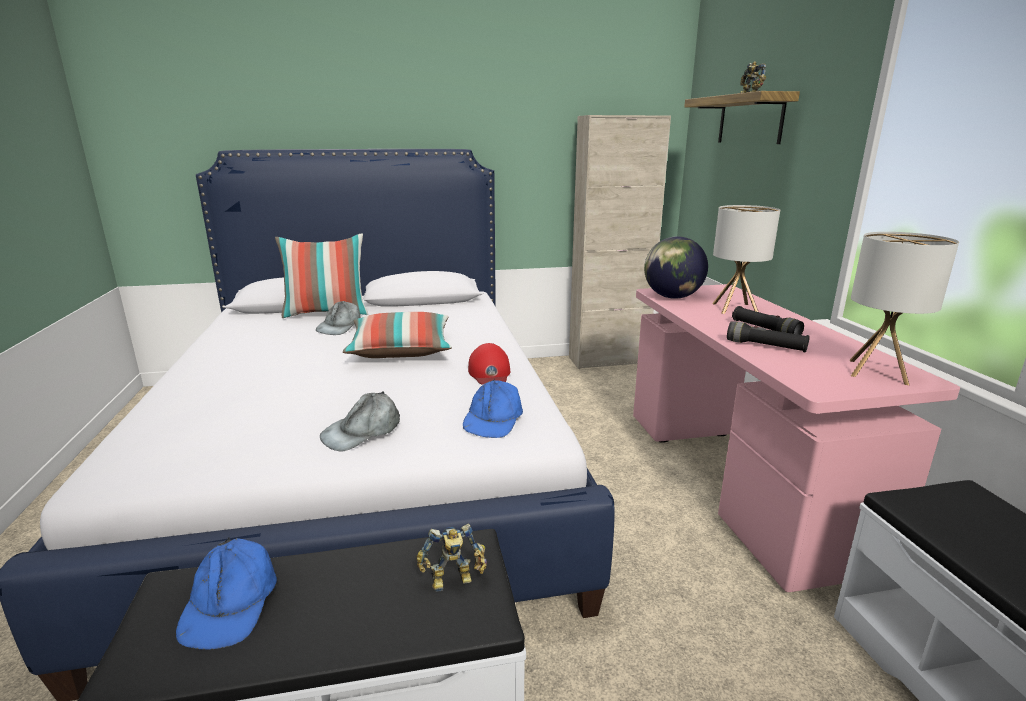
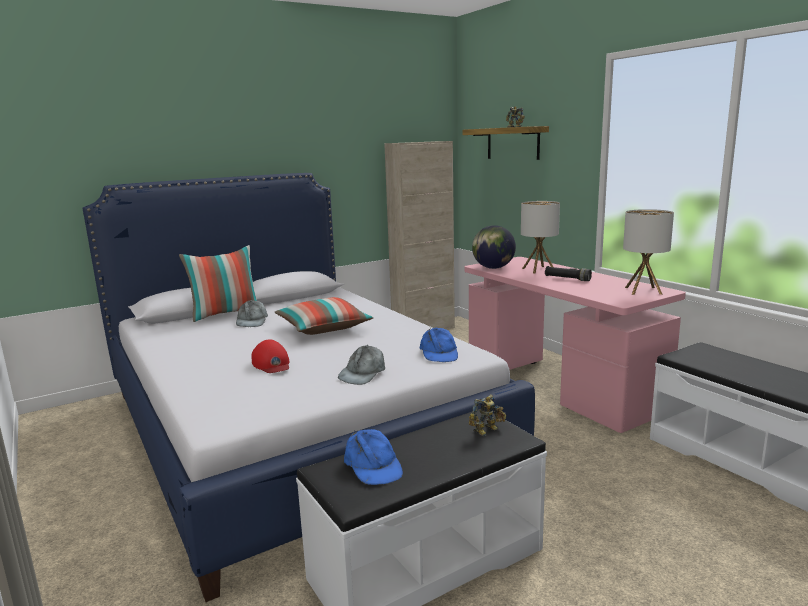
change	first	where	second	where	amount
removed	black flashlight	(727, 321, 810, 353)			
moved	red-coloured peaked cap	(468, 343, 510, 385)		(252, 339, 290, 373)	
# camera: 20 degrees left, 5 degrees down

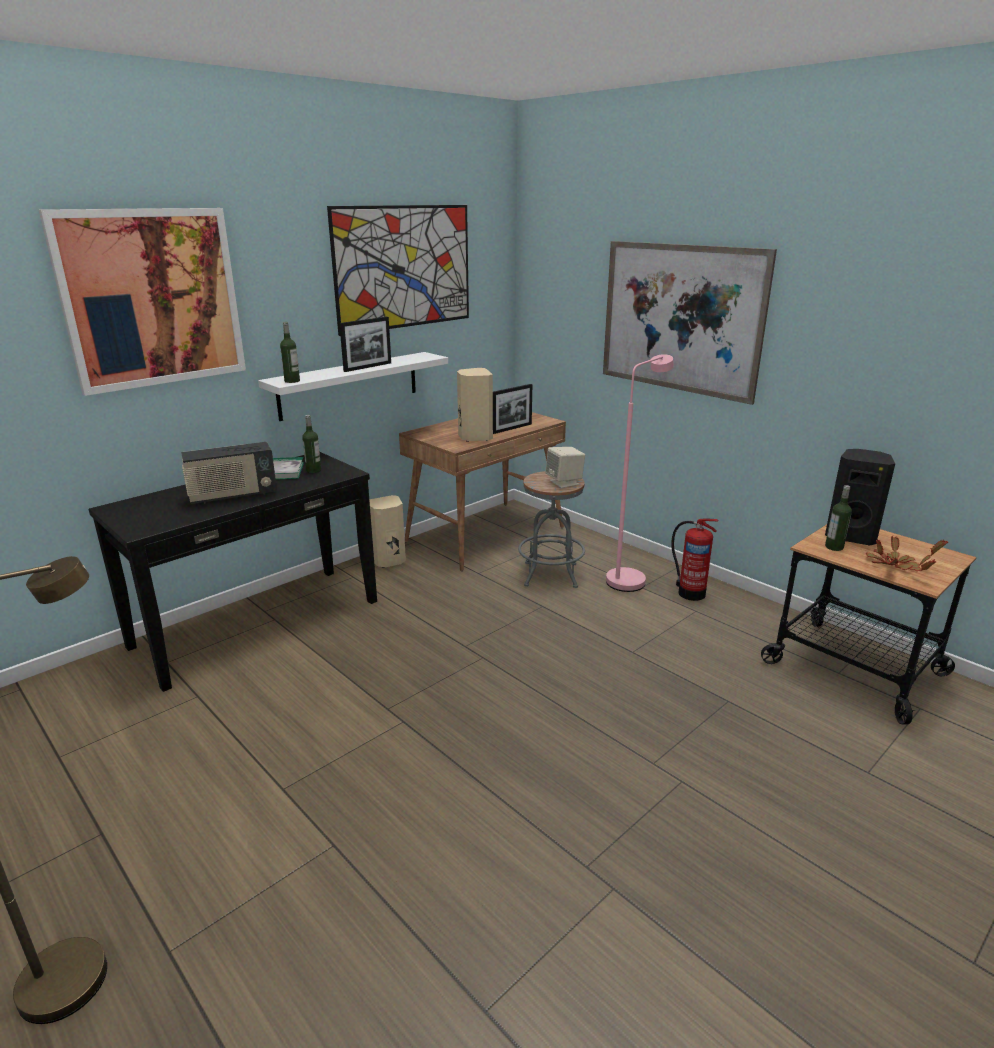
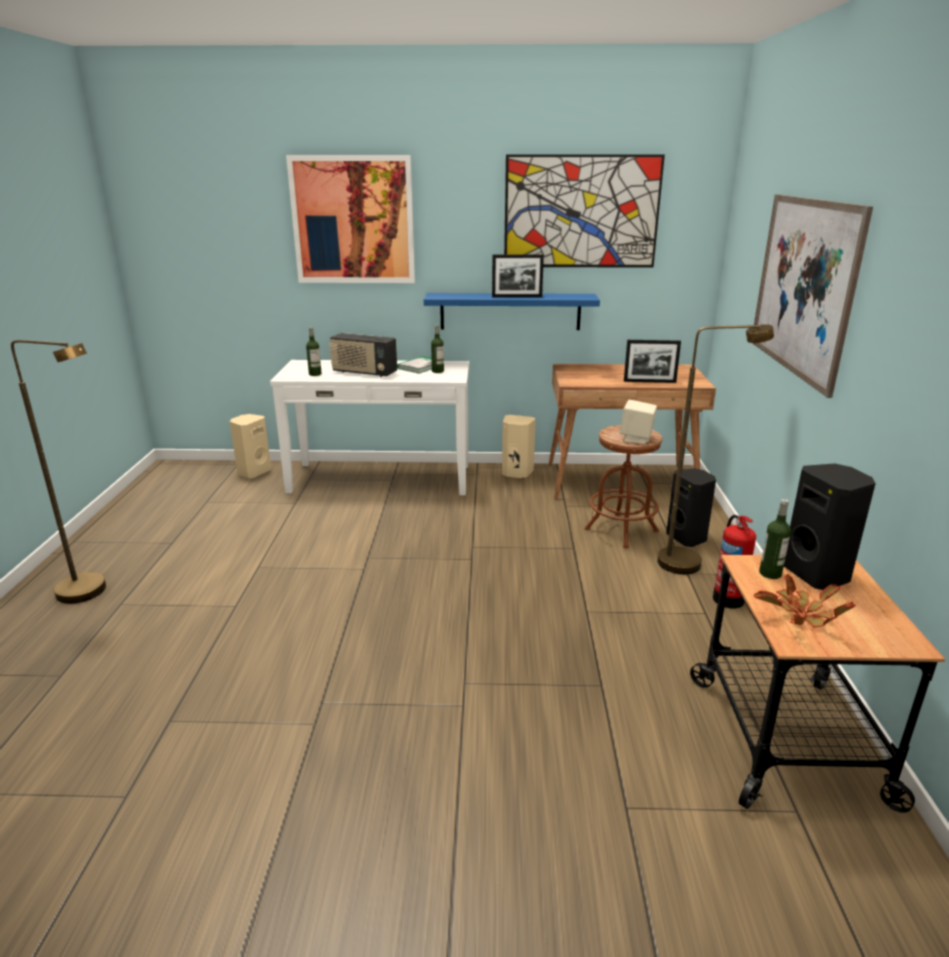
change	first	where	second	where	amount
moved	drink bottle	(280, 322, 300, 383)		(306, 327, 322, 376)	
recoloured	white-coloured wall shelf	(258, 352, 448, 421)	bluish wall shelf	(424, 293, 600, 330)	
recoloured	pink-coloured standard lamp	(606, 354, 674, 592)	brown standard lamp	(657, 324, 774, 574)	
moved	beige-coloured audio speaker	(457, 368, 493, 442)		(230, 414, 271, 478)	
recoloured	black narrow table	(89, 452, 377, 692)	white-coloured narrow table	(270, 360, 469, 495)	
recoloured	greyish stool	(518, 471, 585, 588)	brown stool	(585, 425, 662, 548)	
added			black audio speaker	(666, 468, 716, 547)	
# camera: 45 degrees right, 0 degrees up

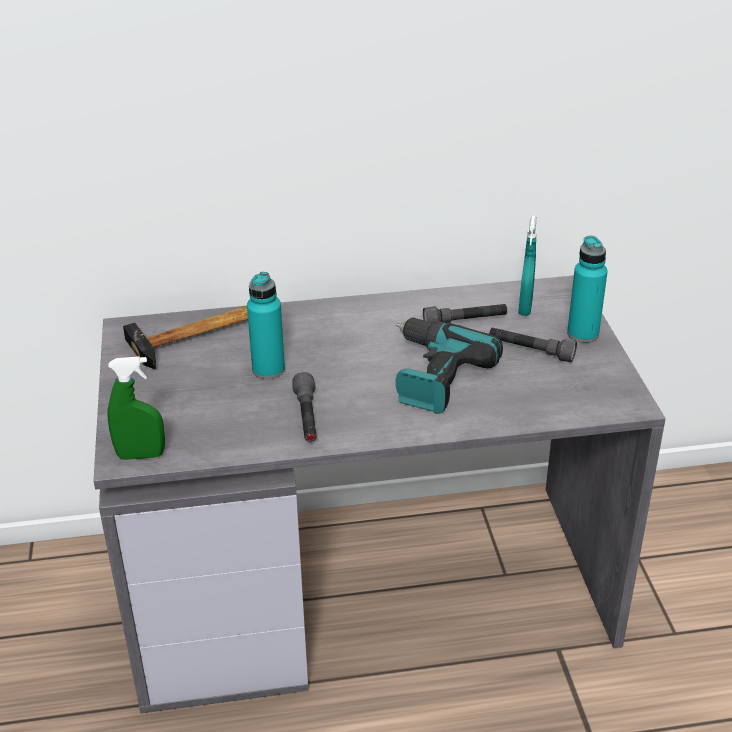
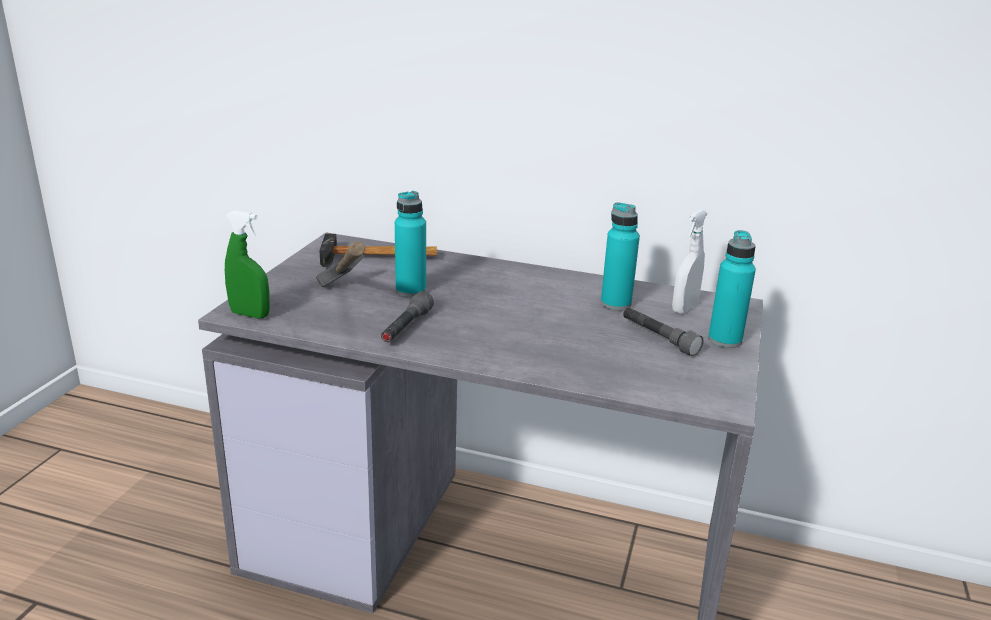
change	first	where	second	where	amount
recoloured	turquoise hand sprayer	(518, 216, 537, 316)	white-coloured hand sprayer	(672, 209, 707, 314)	
replaced	greyish flashlight	(423, 304, 507, 323)	turquoise drink bottle	(601, 202, 640, 310)	
removed	drill	(395, 317, 503, 414)			
added			hand hammer	(316, 241, 365, 287)	
# camera: 25 degrees right, 10 degrees down

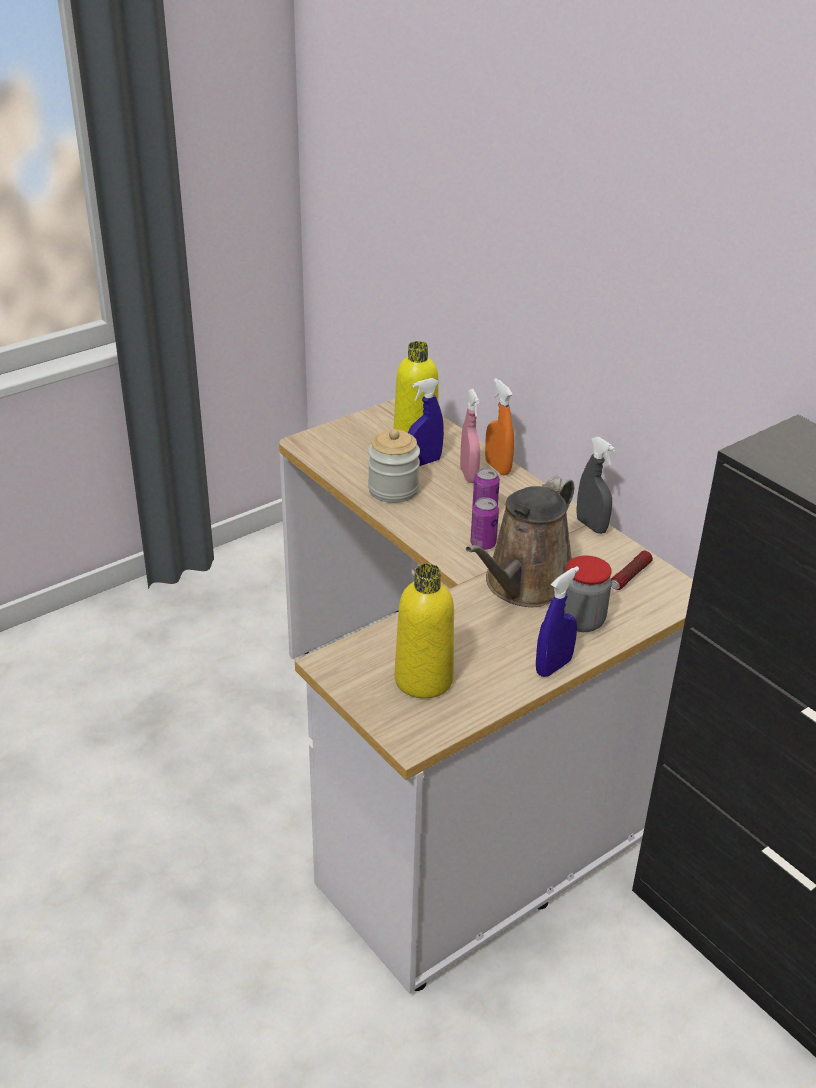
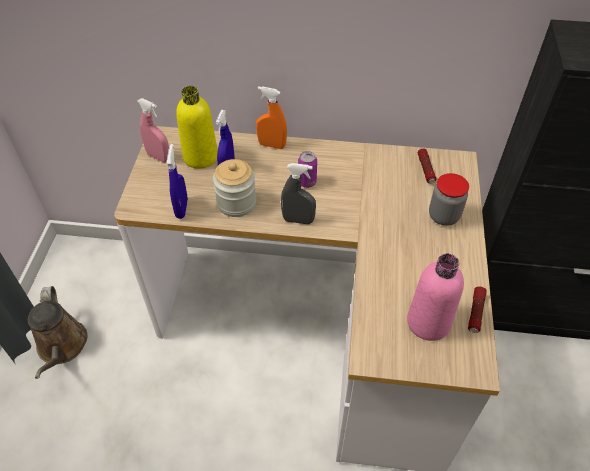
change	first	where	second	where	amount
moved	pink-coloured hand sprayer	(460, 389, 480, 483)		(137, 98, 169, 162)	
moved	greyish hand sprayer	(576, 437, 615, 534)		(281, 163, 316, 224)	
moved	brown watering pot	(466, 476, 574, 607)		(28, 286, 88, 379)	
removed	sealed can	(470, 497, 499, 550)			
recoloured	yellow-coloured drink bottle	(395, 564, 454, 699)	pink-coloured drink bottle	(407, 254, 464, 341)	
moved	bluish hand sprayer	(536, 566, 579, 677)		(166, 144, 188, 219)	
added			flashlight	(468, 286, 487, 333)	
# camera: 45 degrees left, 15 degrees up

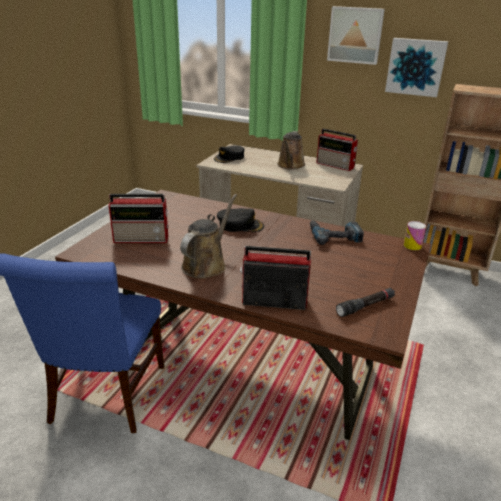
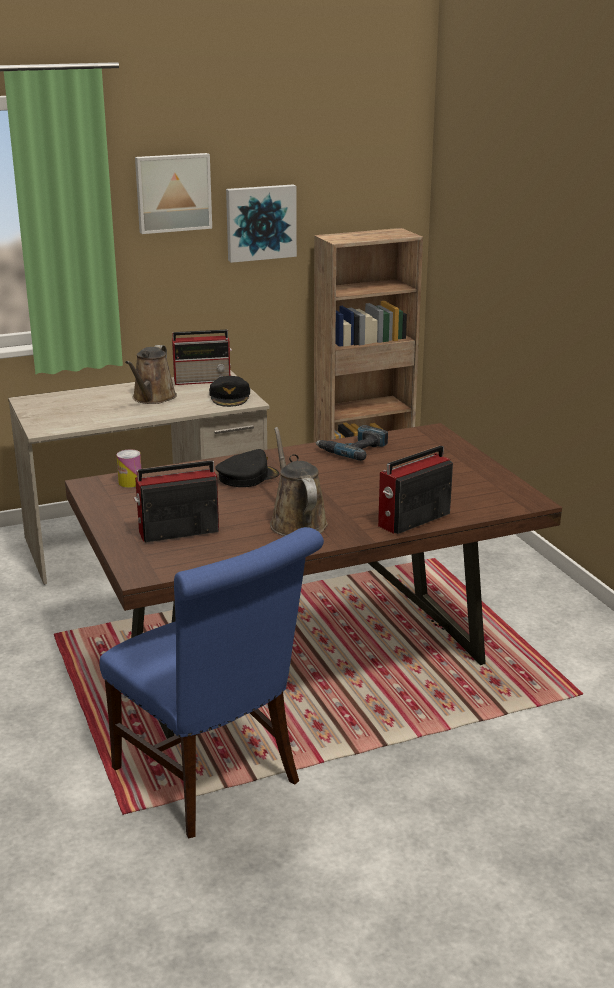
change	first	where	second	where	amount
turned	brown watering pot	(277, 131, 305, 170)		(125, 345, 177, 404)	45 degrees clockwise
moved	black peaked cap	(214, 145, 245, 163)		(209, 376, 250, 407)	
turned	radio set	(109, 194, 169, 243)		(134, 460, 219, 542)	150 degrees counterclockwise
moved	sealed can	(404, 221, 426, 250)		(116, 449, 141, 488)	
removed	black flashlight	(336, 288, 395, 317)			
# camera: 45 degrees left, 5 degrees down

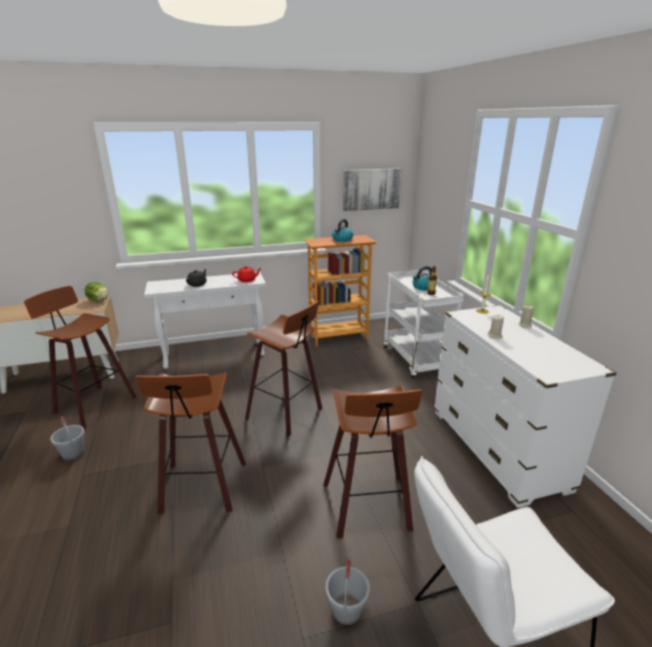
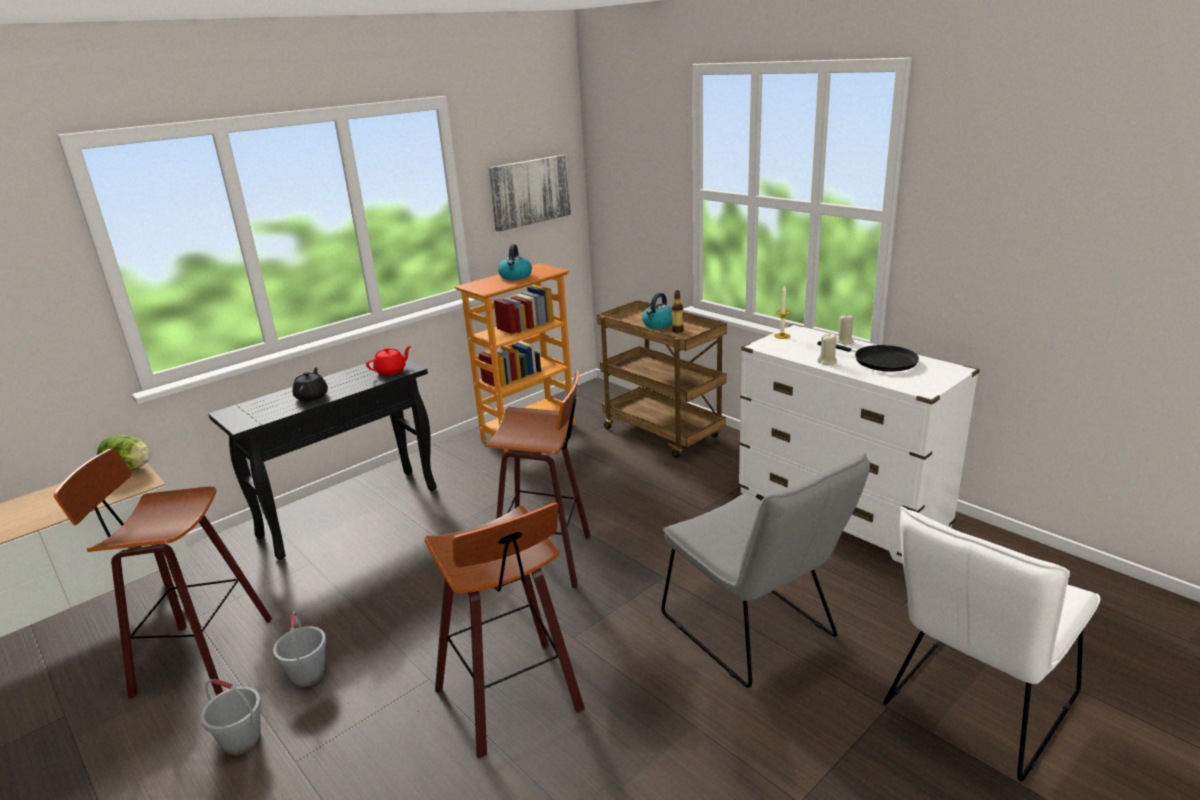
change	first	where	second	where	amount
recoloured	white-coloured wheeled cart	(383, 270, 464, 378)	brown wheeled cart	(597, 300, 727, 458)	
recoloured	white-coloured narrow table	(144, 272, 266, 369)	black narrow table	(208, 359, 437, 560)	
replaced	stool	(323, 385, 422, 538)	greyish chair	(661, 453, 870, 688)	
moved	greyish pail	(326, 556, 370, 625)		(273, 612, 327, 687)	
added			black pan	(817, 341, 919, 372)	
# camera: 25 degrees left, 0 degrees up

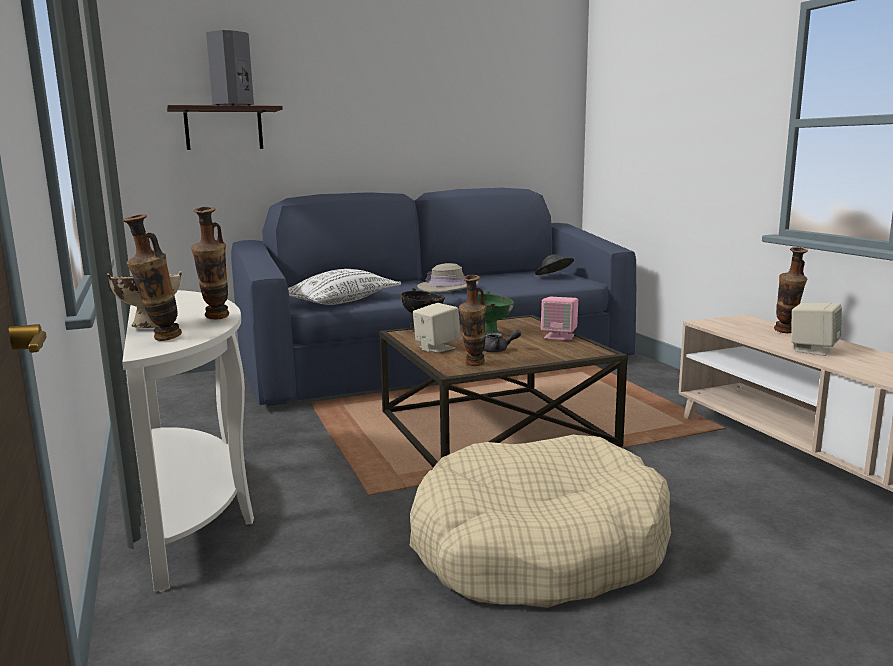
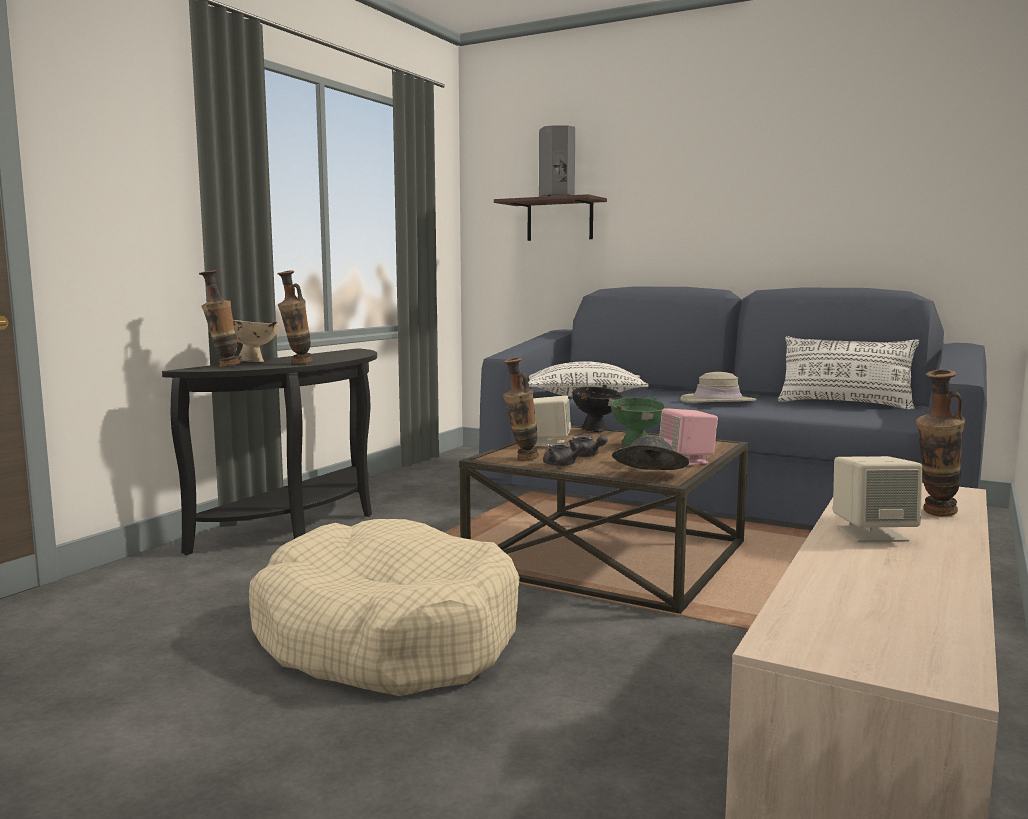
change	first	where	second	where	amount
moved	greyish wearable hat	(535, 254, 574, 275)		(612, 436, 689, 470)	
recoloured	white-coloured narrow table	(122, 290, 254, 592)	black narrow table	(162, 348, 377, 555)	
added			white-coloured throw pillow	(778, 336, 919, 409)	
added			greyish teapot	(543, 442, 589, 466)	
# camera: 50 degrees right, 5 degrees down

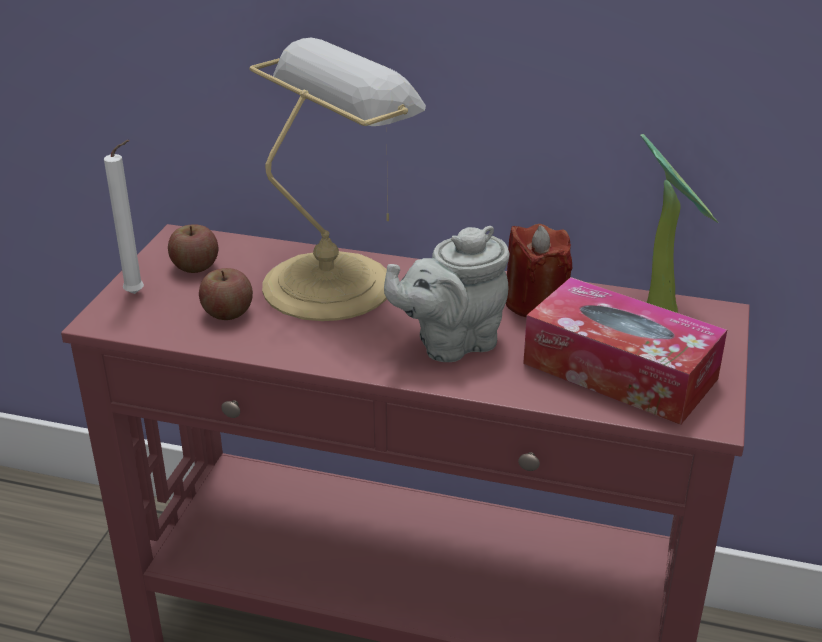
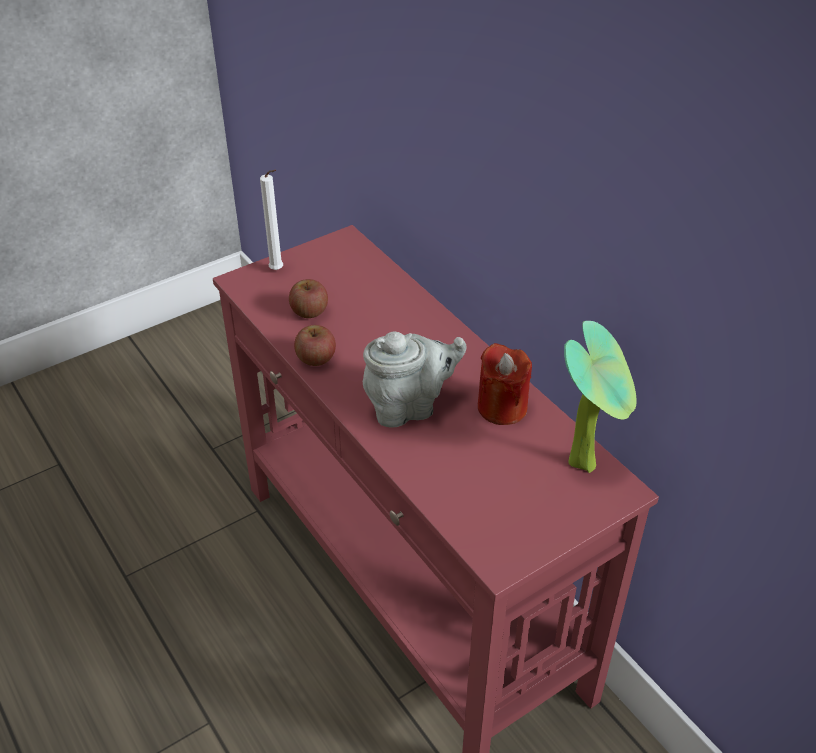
change	first	where	second	where	amount
removed	lamp for a table	(250, 38, 426, 321)			
moved	apple fruit	(168, 224, 218, 273)		(294, 325, 336, 366)	
turned	greyish teapot	(384, 226, 510, 362)		(363, 332, 467, 428)	150 degrees clockwise
removed	tissue box	(523, 277, 727, 425)			
# camera: 40 degrees right, 10 degrees up

